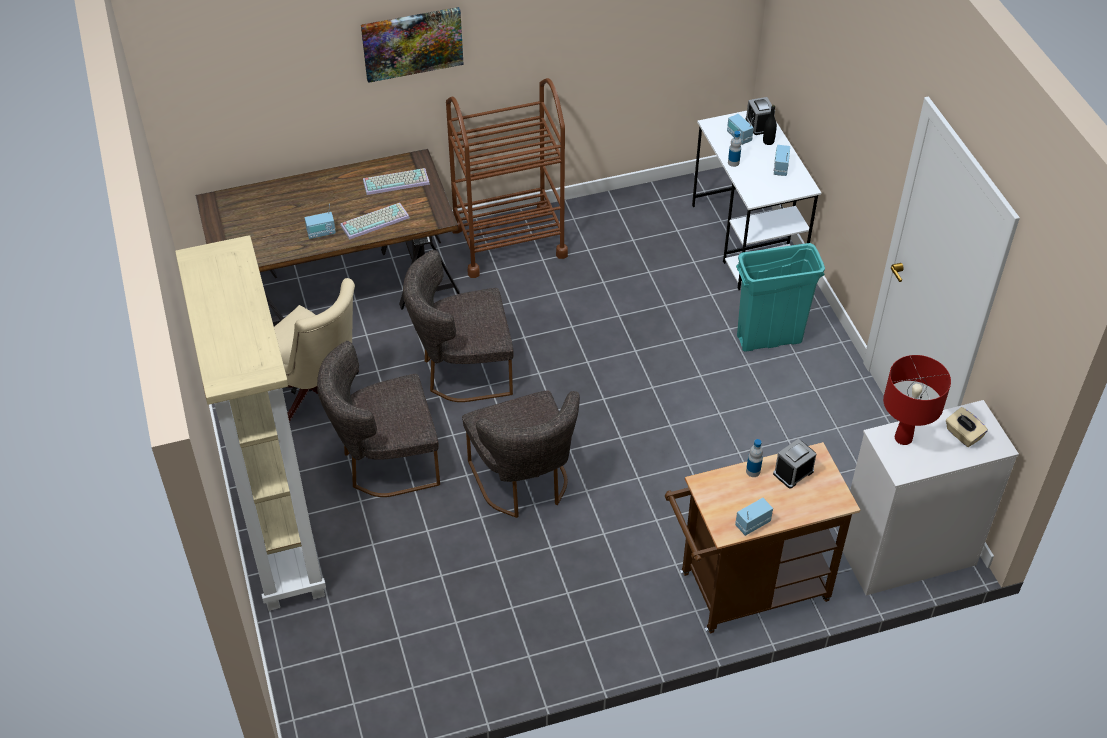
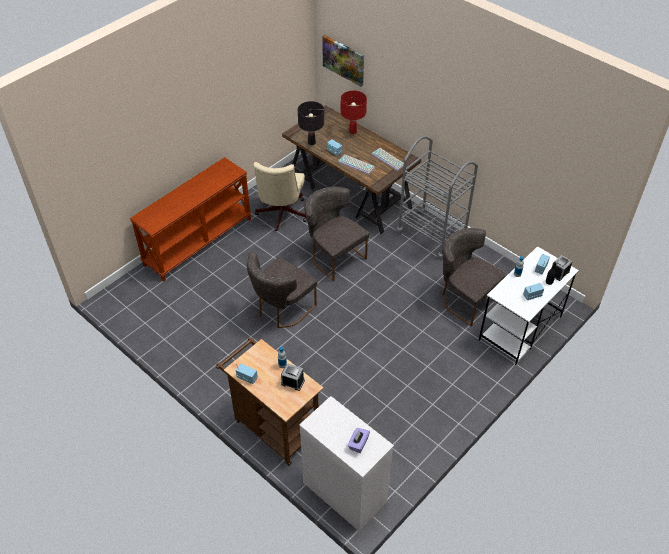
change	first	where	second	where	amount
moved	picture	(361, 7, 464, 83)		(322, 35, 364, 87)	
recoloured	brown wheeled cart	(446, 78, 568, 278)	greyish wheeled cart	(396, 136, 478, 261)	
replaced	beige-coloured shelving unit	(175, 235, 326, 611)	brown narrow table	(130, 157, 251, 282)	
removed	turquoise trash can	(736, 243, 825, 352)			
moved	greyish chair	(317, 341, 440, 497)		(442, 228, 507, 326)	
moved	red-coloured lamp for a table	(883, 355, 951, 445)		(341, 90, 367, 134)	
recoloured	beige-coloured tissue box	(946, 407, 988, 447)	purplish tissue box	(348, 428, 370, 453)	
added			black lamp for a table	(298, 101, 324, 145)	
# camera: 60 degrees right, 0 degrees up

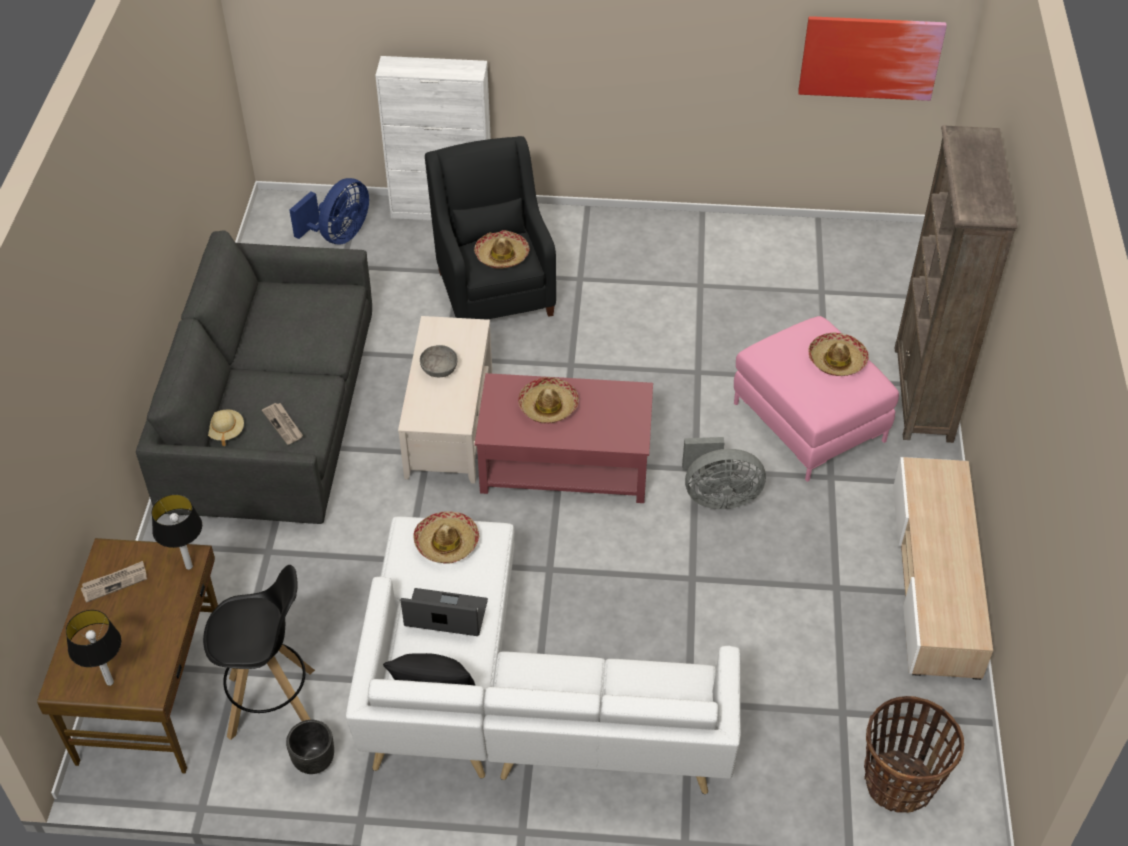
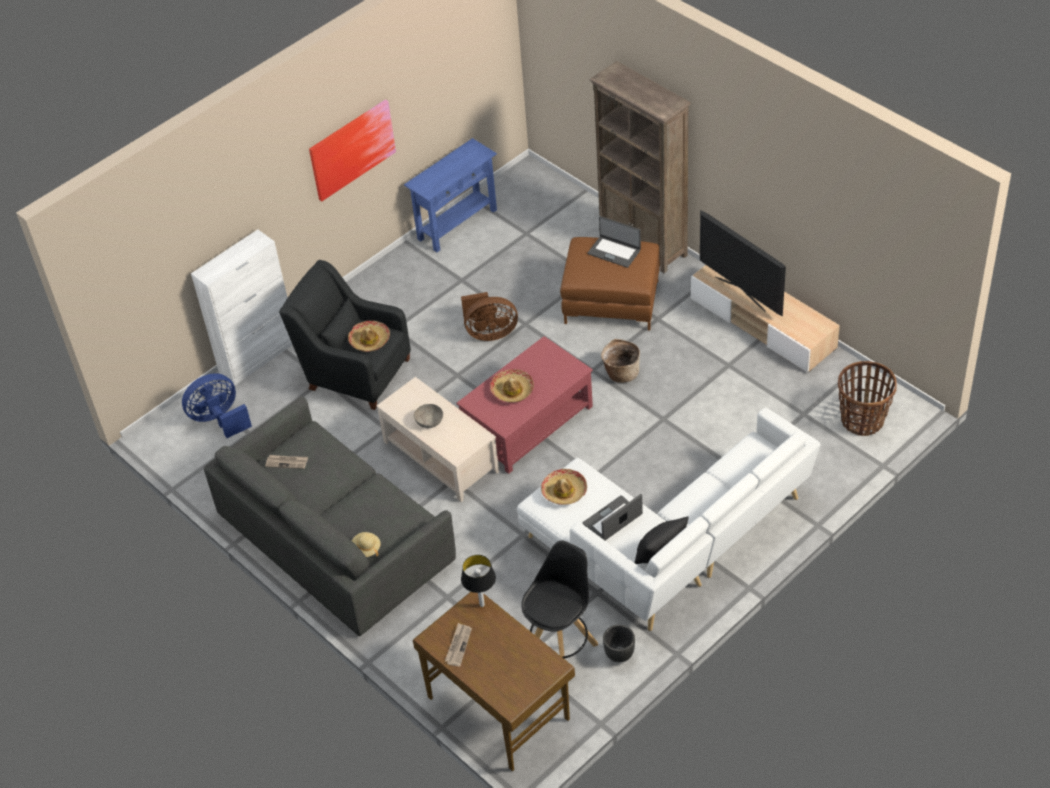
change	first	where	second	where	amount
moved	picture	(798, 16, 947, 101)		(309, 99, 396, 202)	
turned	bluish electric fan	(290, 178, 369, 245)		(182, 373, 252, 438)	105 degrees counterclockwise
recoloured	pink-coloured ottoman	(734, 316, 899, 482)	brown ottoman	(560, 237, 660, 330)	
replaced	wearable hat	(808, 333, 869, 376)	notebook computer	(588, 216, 641, 268)	
moved	newspaper	(262, 403, 303, 445)		(265, 455, 308, 469)	
replaced	greyish electric fan	(682, 437, 766, 509)	storage basket	(601, 339, 640, 383)	
removed	lamp for a table	(66, 610, 121, 686)			
added			bluish narrow table	(404, 138, 497, 252)	
added			TV	(700, 210, 786, 317)	
added			brown electric fan	(461, 292, 518, 341)	
# camera: 45 degrees left, 0 degrees up

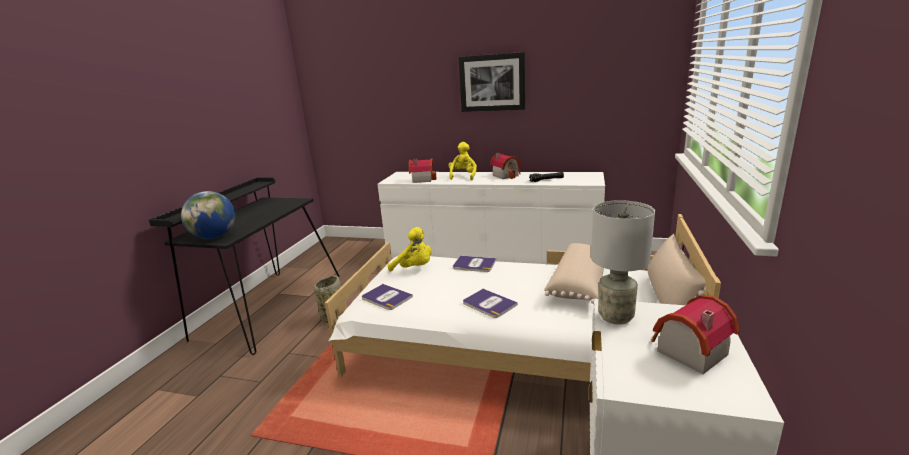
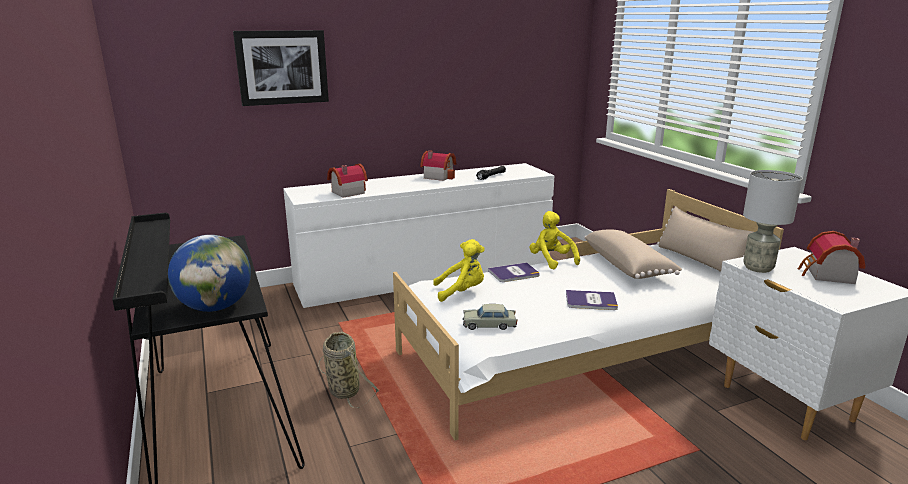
change	first	where	second	where	amount
moved	picture	(458, 52, 525, 112)		(233, 30, 329, 106)	
moved	yellow-coloured soft toy	(448, 142, 477, 180)		(530, 211, 580, 269)	
replaced	book	(362, 284, 413, 310)	beige-coloured miniature car	(463, 304, 517, 330)	
# camera: 40 degrees left, 0 degrees up

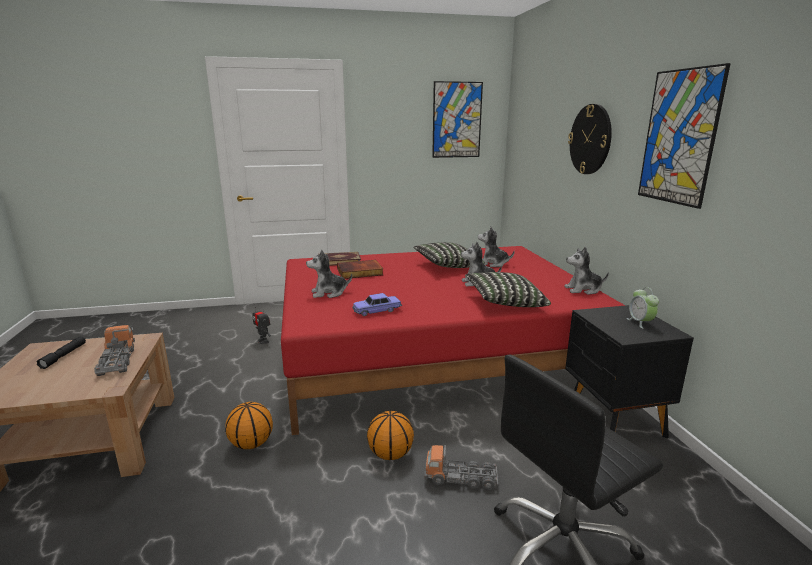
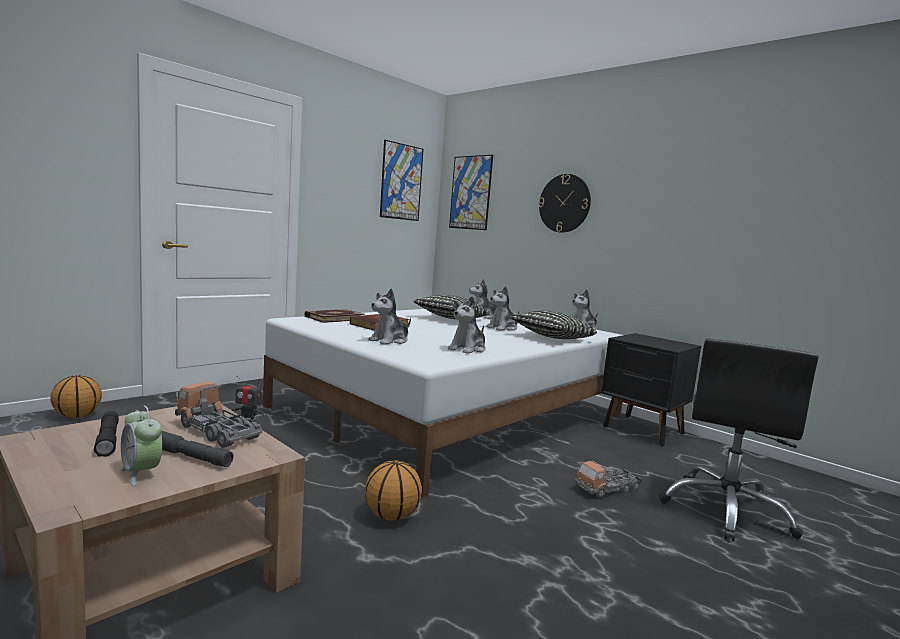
change	first	where	second	where	amount
moved	picture	(638, 63, 731, 209)		(449, 155, 493, 230)	
recoloured	red-coloured bedroom bed	(281, 246, 626, 435)	white-coloured bedroom bed	(263, 309, 623, 498)	
moved	alarm clock	(627, 287, 659, 329)		(120, 406, 162, 486)	
replaced	miniature car	(352, 293, 402, 316)	soft toy	(448, 296, 486, 354)	
moved	basketball ball	(367, 411, 414, 460)		(51, 375, 102, 418)	
added			greyish flashlight	(161, 431, 233, 467)	
# camera: 35 degrees left, 10 degrees down

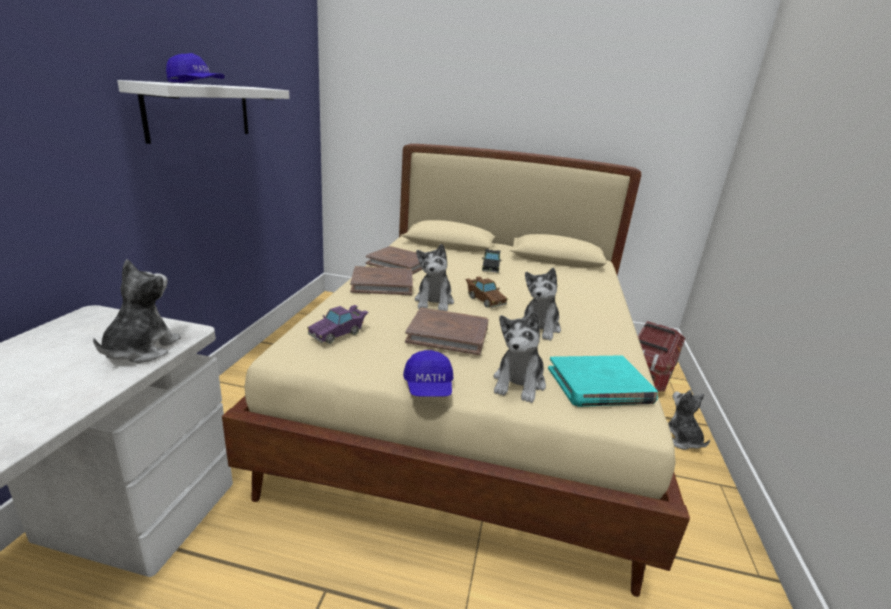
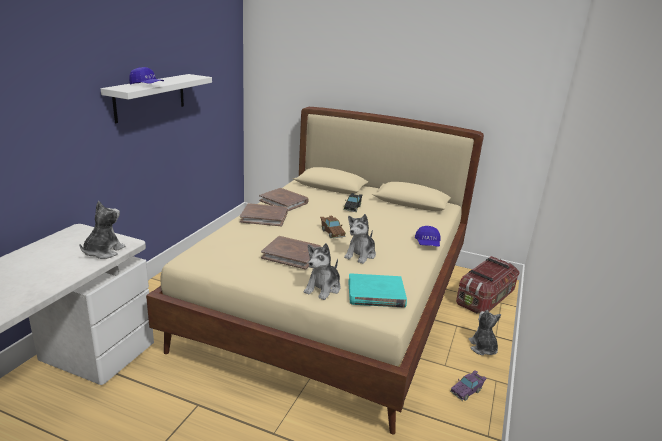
change	first	where	second	where	amount
removed	soft toy	(415, 244, 454, 311)			
moved	purplish miniature car	(307, 305, 369, 344)		(450, 370, 487, 401)	
moved	bluish peaked cap	(403, 350, 454, 397)		(415, 226, 440, 247)	
# camera: 10 degrees right, 0 degrees up

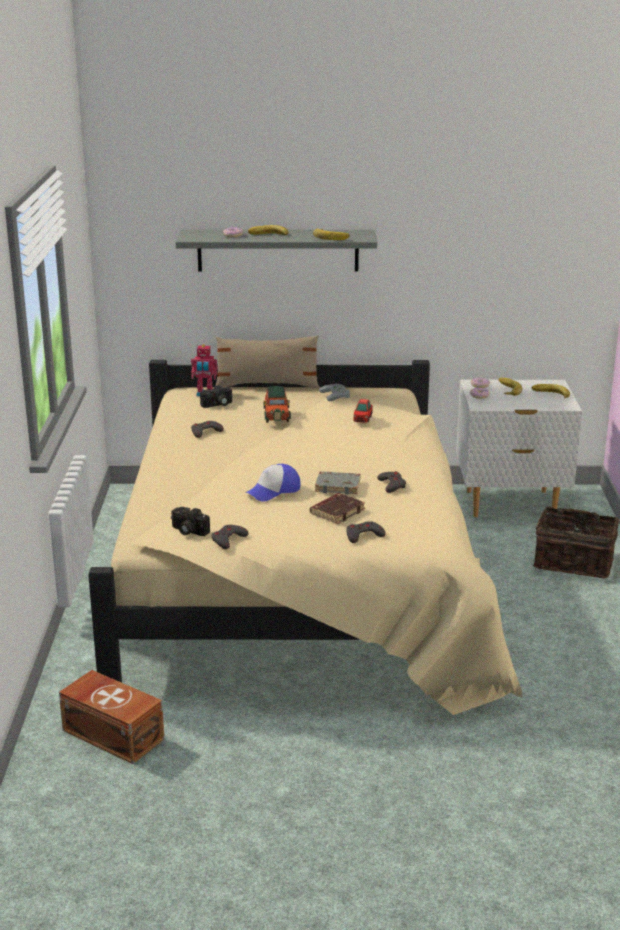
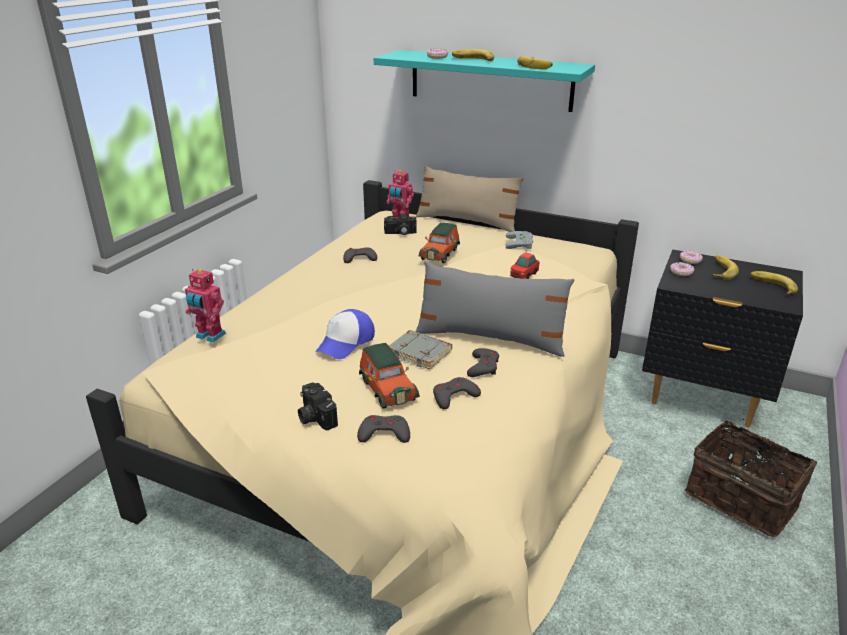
change	first	where	second	where	amount
recoloured	greyish wall shelf	(176, 230, 377, 272)	turquoise wall shelf	(374, 50, 595, 112)	
recoloured	white-coloured bedside table	(456, 380, 582, 517)	black bedside table	(642, 249, 803, 427)	
turned	peaked cap	(246, 464, 301, 502)		(315, 309, 375, 359)	45 degrees counterclockwise
replaced	brown book	(310, 493, 365, 524)	miniature car	(359, 343, 420, 409)	
moved	photo camera	(171, 507, 210, 536)		(298, 382, 338, 430)	
moved	greyish joypad	(211, 525, 249, 549)		(433, 377, 481, 409)	
removed	brown storage bin	(59, 670, 164, 764)			
added			greyish throw pillow	(415, 261, 575, 357)	
added			model robot	(185, 269, 226, 343)	
# camera: 25 degrees right, 5 degrees up

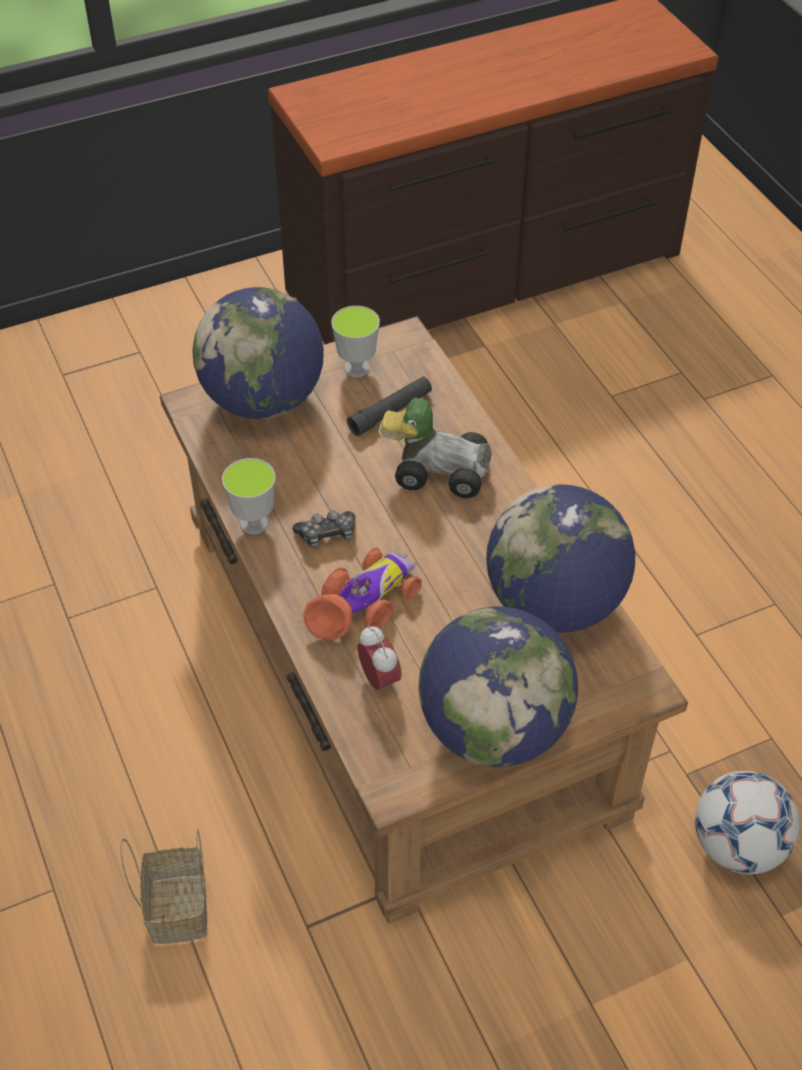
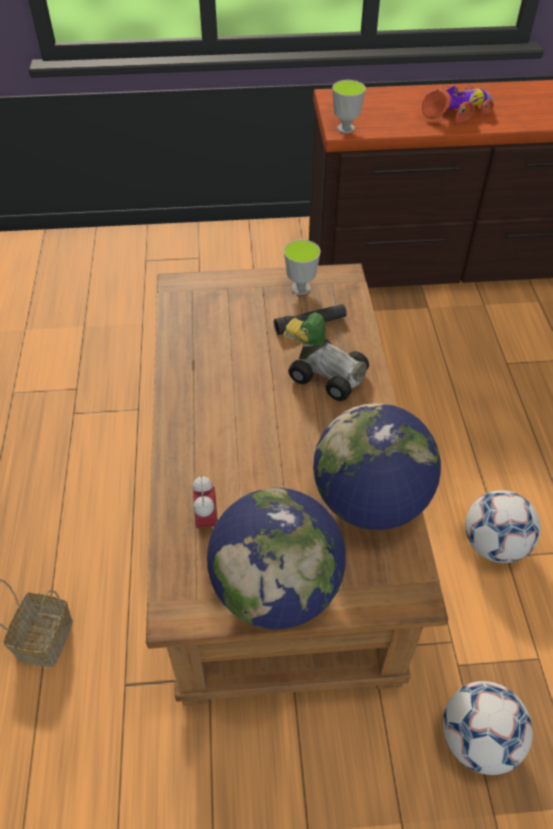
change	first	where	second	where	amount
removed	globe	(192, 287, 324, 419)			
moved	small cup	(222, 458, 276, 534)		(332, 80, 366, 133)	
removed	joypad	(293, 510, 355, 548)			
moved	miniature car	(303, 547, 421, 641)		(422, 85, 494, 123)	
added			ball for football	(465, 490, 541, 563)	
# camera: 20 degrees right, 0 degrees up

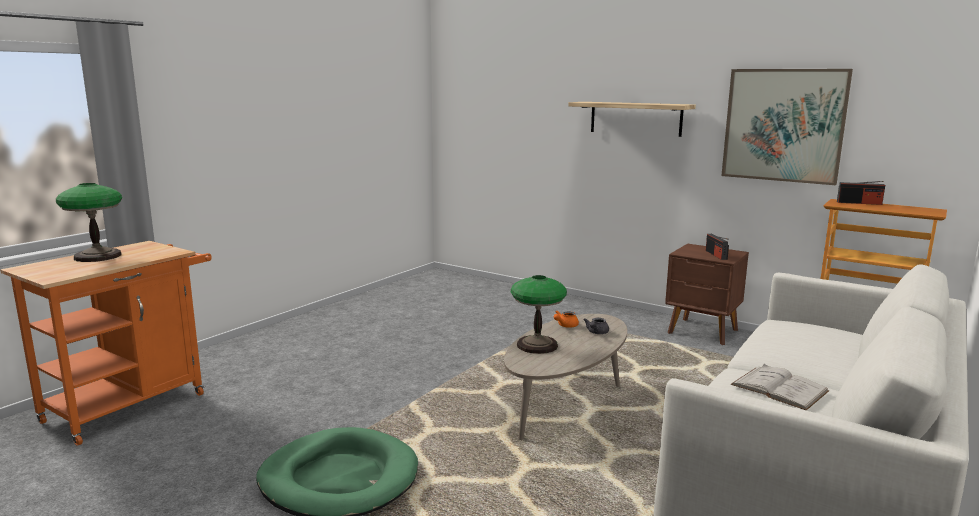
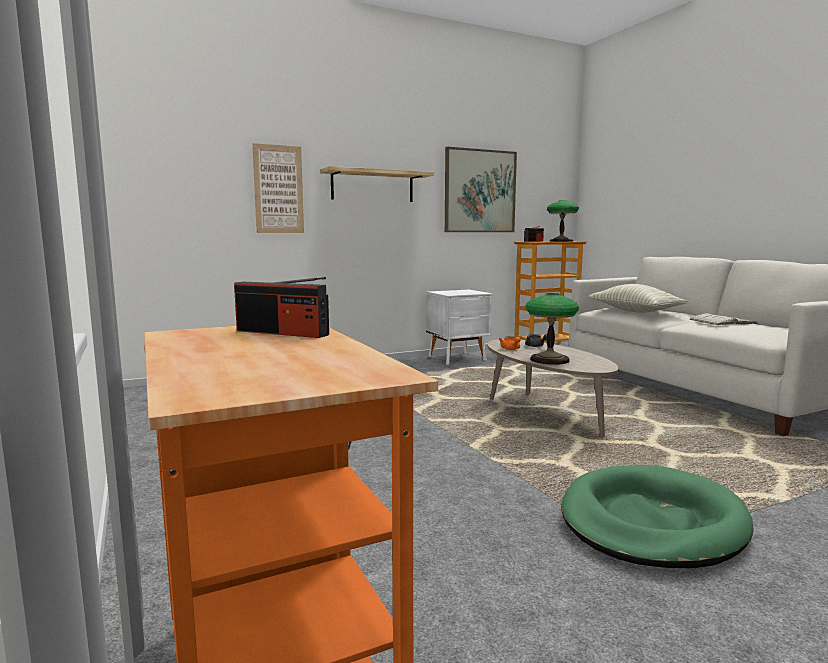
change	first	where	second	where	amount
moved	lamp for a table	(56, 183, 122, 262)		(547, 200, 579, 242)	
moved	radio set	(706, 234, 729, 260)		(234, 277, 329, 338)	
recoloured	brown bedside table	(665, 244, 749, 345)	white-coloured bedside table	(426, 290, 492, 365)	
added			picture	(252, 143, 304, 233)	
added			throw pillow	(588, 284, 688, 313)	
# camera: 60 degrees left, 5 degrees down

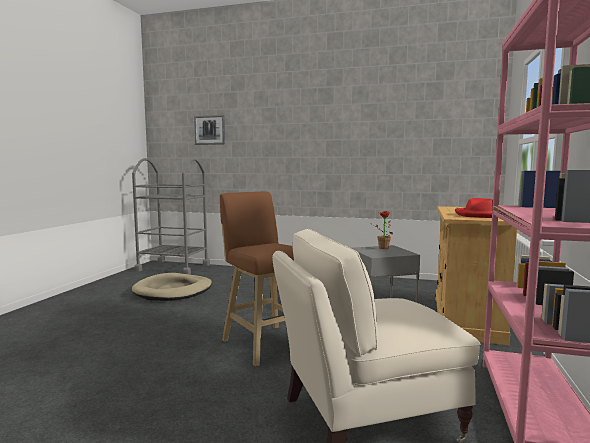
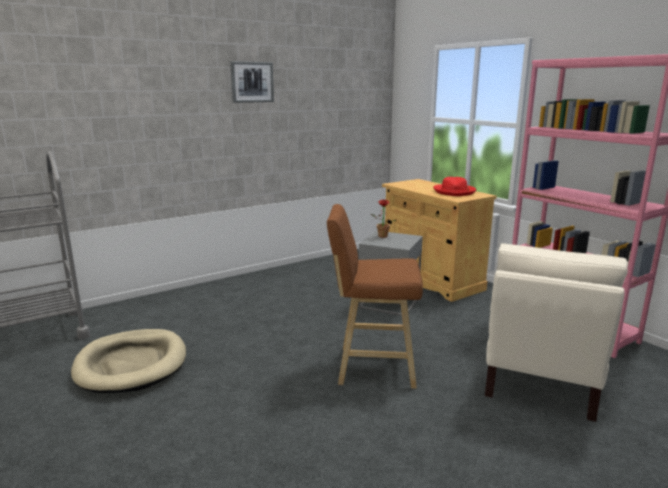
change	first	where	second	where	amount
moved	picture	(194, 115, 225, 145)		(230, 61, 274, 103)	
# camera: 50 degrees left, 10 degrees up

